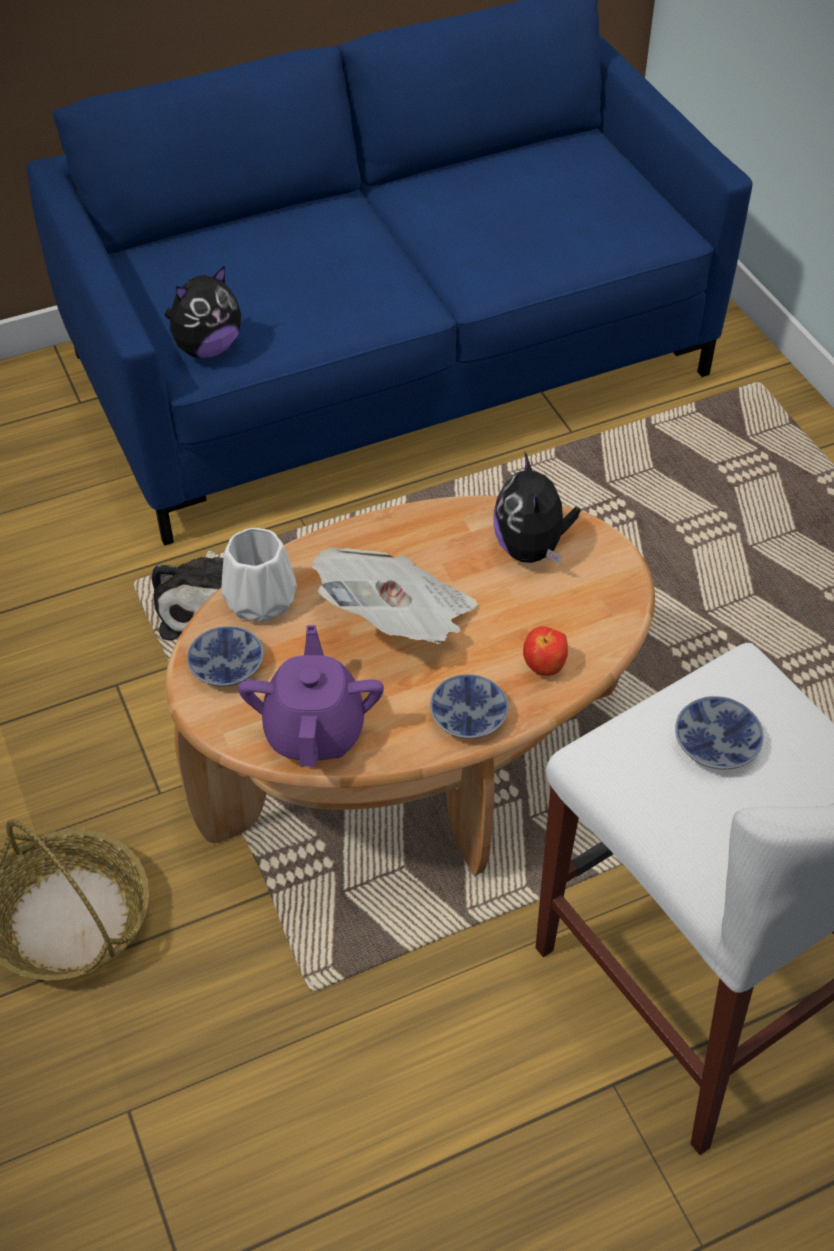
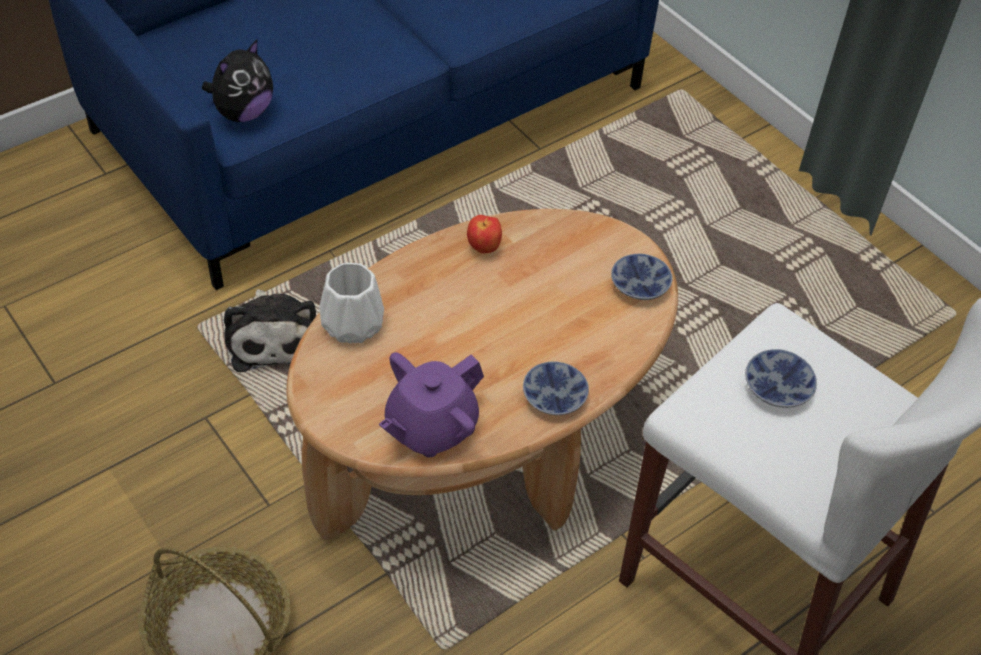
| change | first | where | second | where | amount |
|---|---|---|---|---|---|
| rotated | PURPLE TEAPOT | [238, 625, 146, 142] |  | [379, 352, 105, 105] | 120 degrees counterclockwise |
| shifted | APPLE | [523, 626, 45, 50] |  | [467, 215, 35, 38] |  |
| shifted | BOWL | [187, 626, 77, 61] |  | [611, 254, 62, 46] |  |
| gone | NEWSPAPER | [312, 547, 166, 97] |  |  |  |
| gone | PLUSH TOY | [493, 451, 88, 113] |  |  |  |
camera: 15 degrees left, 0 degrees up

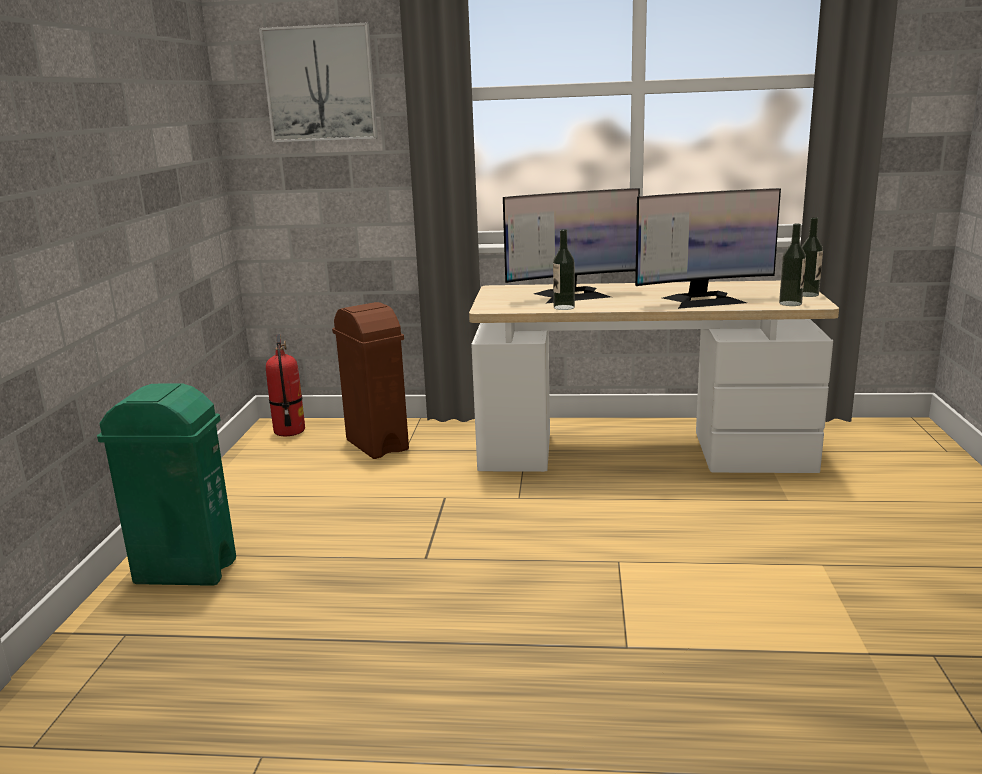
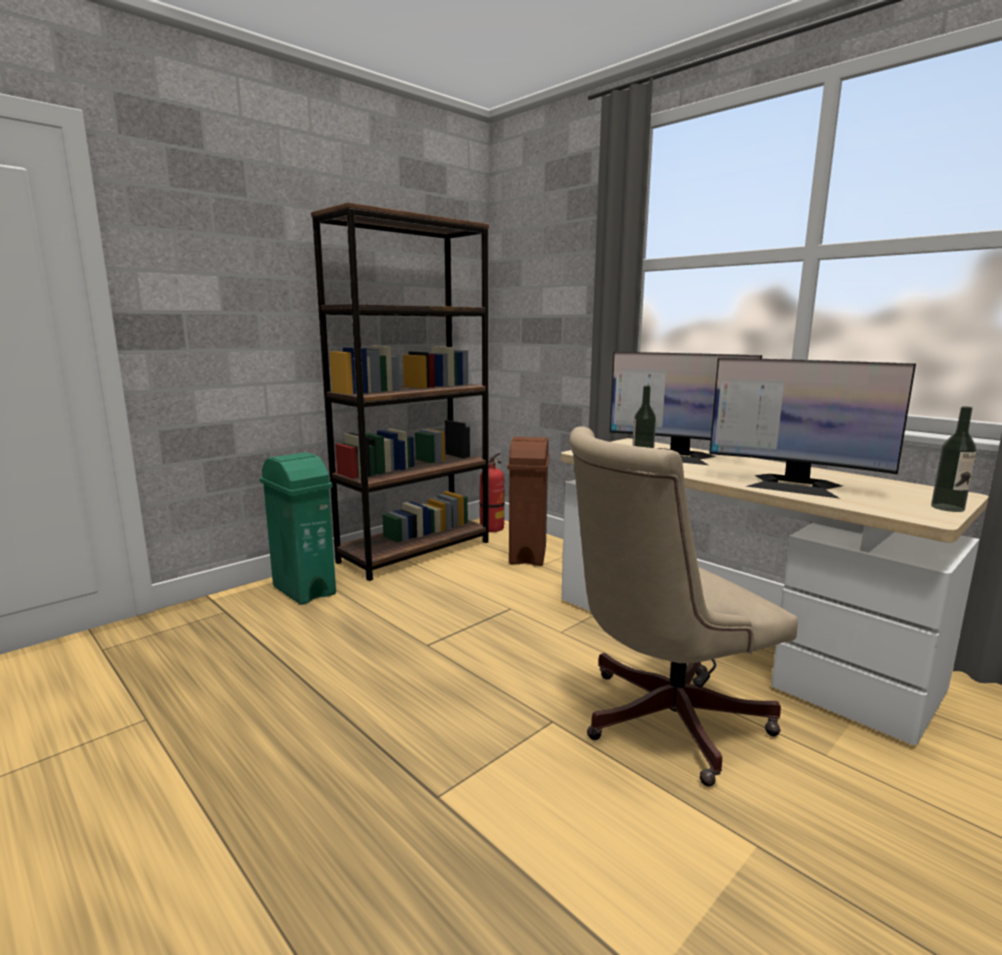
| change | first | where | second | where | amount |
|---|---|---|---|---|---|
| new |  |  | BROWN BOOKCASE | [311, 202, 178, 379] |  |
| new |  |  | BEIGE OFFICE CHAIR | [569, 426, 229, 361] |  |
| gone | PICTURE | [259, 23, 119, 119] |  |  |  |
| gone | BOTTLE | [779, 224, 27, 82] |  |  |  |
camera: 40 degrees right, 5 degrees down

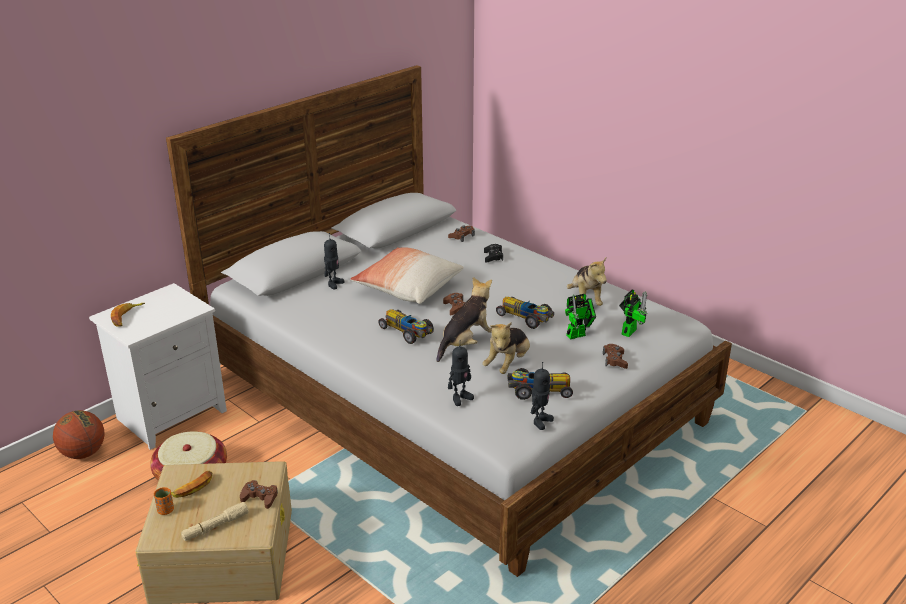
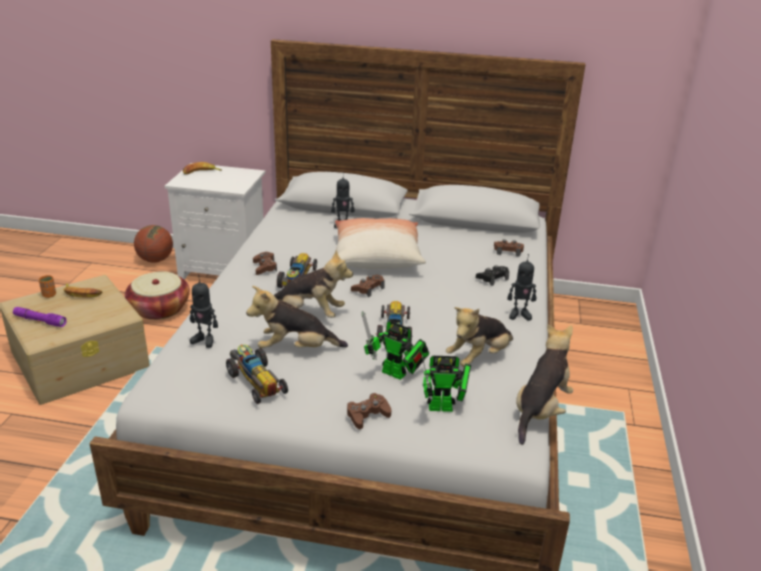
| change | first | where | second | where | amount |
|---|---|---|---|---|---|
| repainted | BEIGE FLASHLIGHT | [181, 502, 67, 39] | PURPLE FLASHLIGHT | [13, 307, 54, 20] |  |
| shifted | BROWN GAME CONTROLLER | [240, 480, 38, 29] |  | [253, 252, 24, 23] |  |
| shifted | TOY ROBOT | [531, 362, 23, 68] |  | [507, 254, 29, 67] |  |
| new |  |  | PLUSH TOY | [516, 324, 57, 121] |  |
camera: 55 degrees right, 0 degrees up

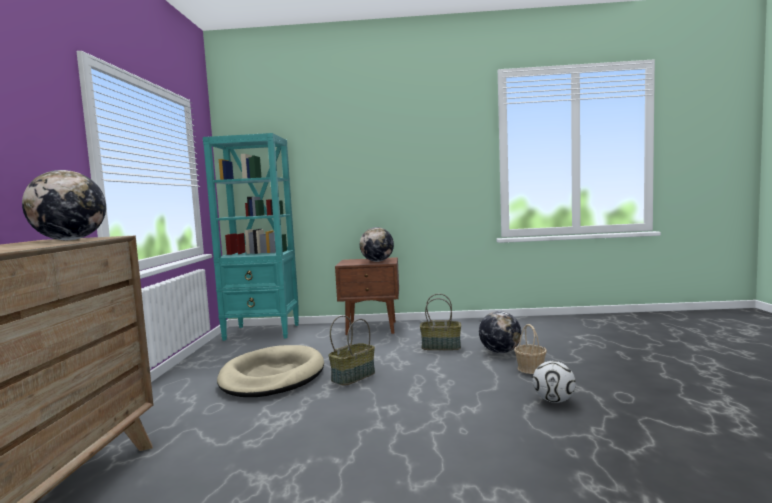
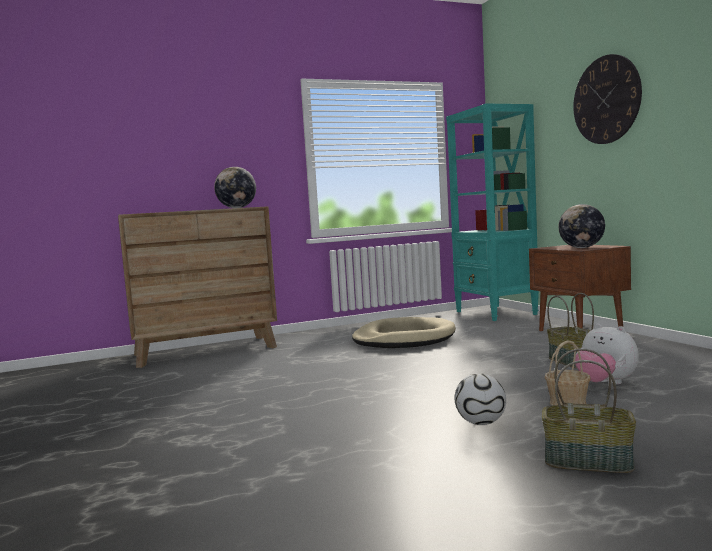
| change | first | where | second | where | amount |
|---|---|---|---|---|---|
| shifted | BASKET | [329, 315, 46, 71] |  | [542, 348, 94, 125] |  |
| new |  |  | WALL CLOCK | [573, 54, 69, 90] |  |
| swapped | GLOBE | [479, 311, 42, 42] | PLUSH TOY | [575, 324, 64, 60] |  |
camera: 65 degrees right, 0 degrees up

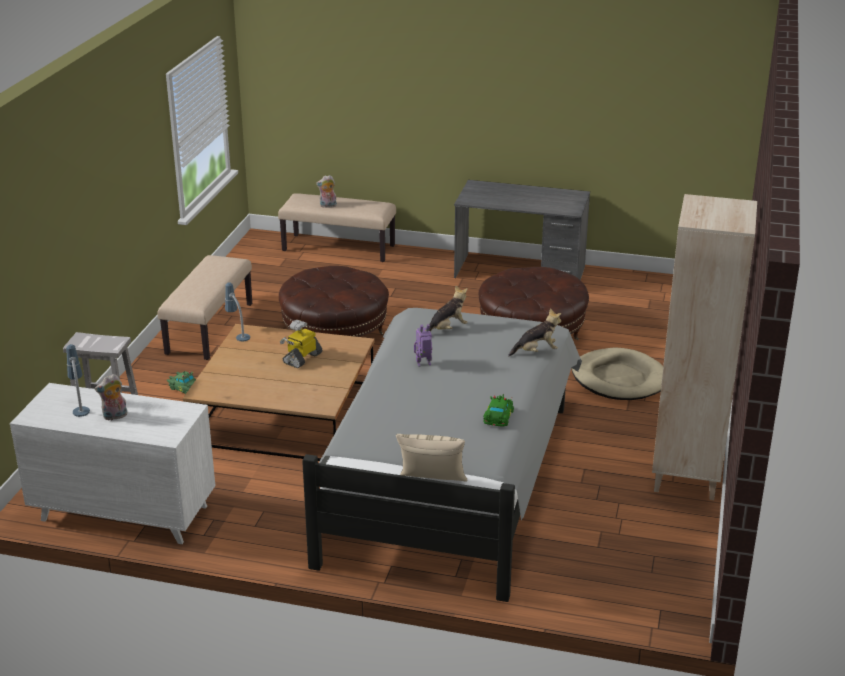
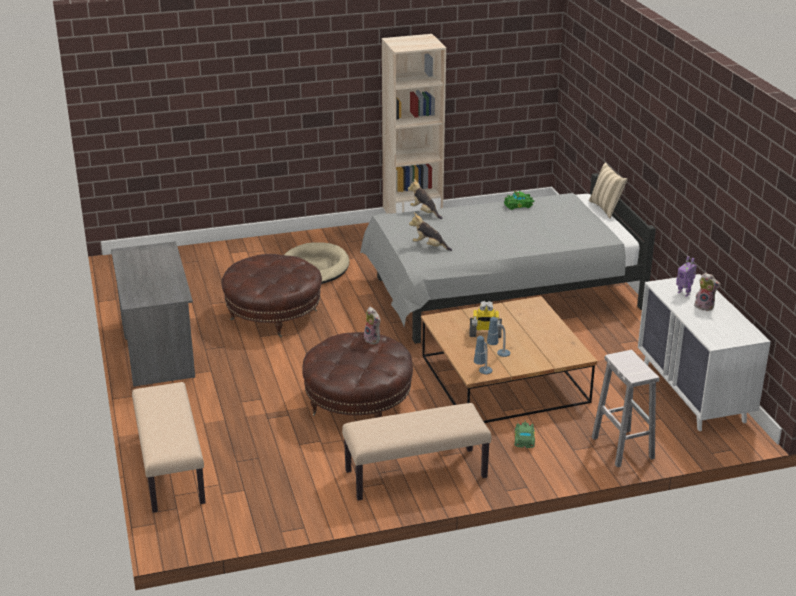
| change | first | where | second | where | amount |
|---|---|---|---|---|---|
| shifted | PLUSH TOY | [316, 175, 21, 33] |  | [364, 307, 17, 38] |  |
| shifted | TABLE LAMP | [66, 344, 24, 73] |  | [487, 317, 23, 40] |  |
| shifted | TOY ROBOT | [414, 324, 18, 42] |  | [676, 256, 21, 41] |  |
camera: 120 degrees left, 0 degrees up

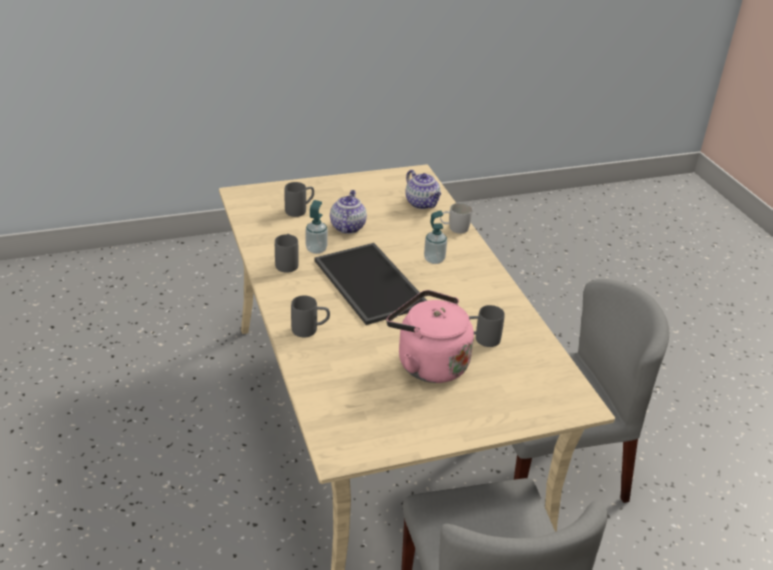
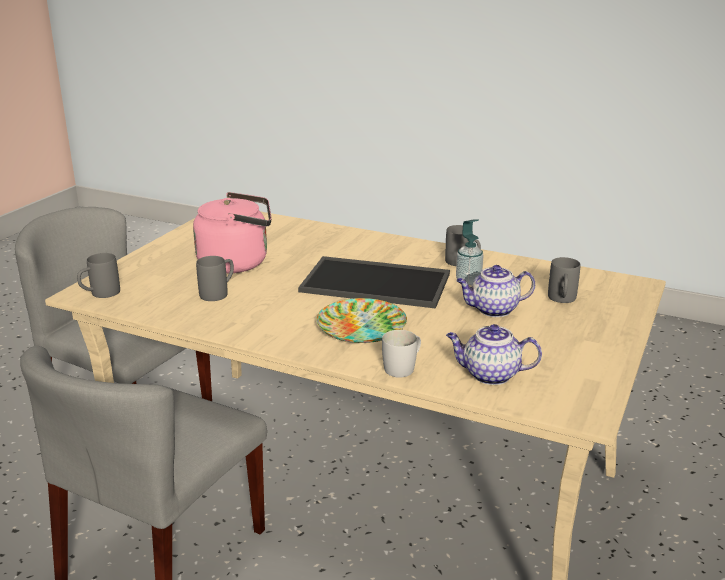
| change | first | where | second | where | amount |
|---|---|---|---|---|---|
| shifted | GREY MUG | [291, 295, 39, 42] |  | [77, 253, 43, 45] |  |
| swapped | SOAP DISPENSER | [424, 210, 23, 54] | PLATE | [316, 298, 91, 45] |  |
| rotated | TEAPOT | [330, 190, 37, 44] |  | [456, 265, 79, 52] | 120 degrees clockwise |
camera: 135 degrees right, 10 degrees down

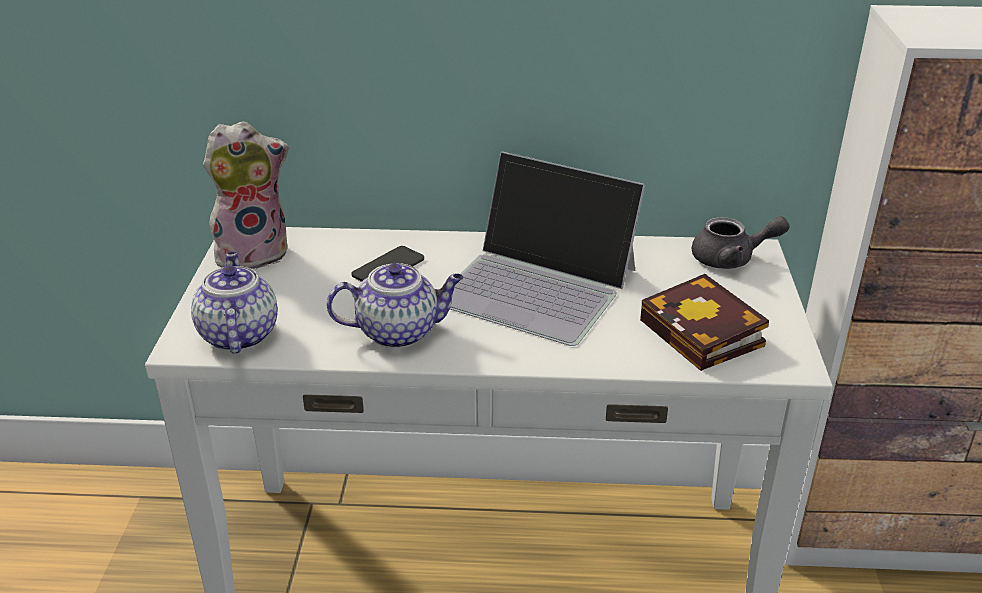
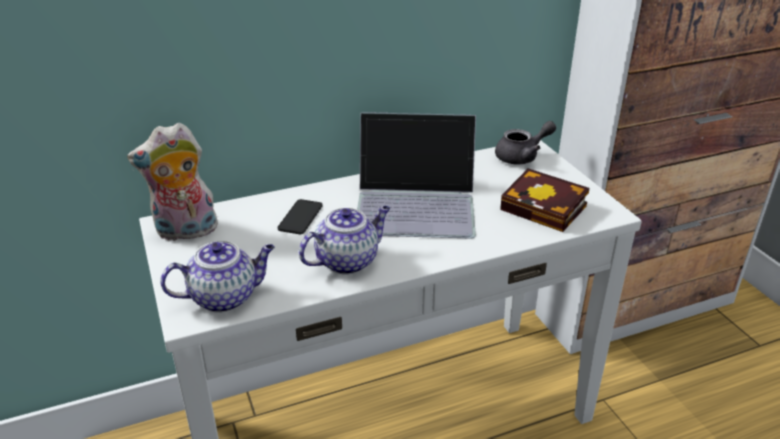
| change | first | where | second | where | amount |
|---|---|---|---|---|---|
| rotated | PLUSH TOY | [203, 121, 86, 148] |  | [127, 122, 91, 119] | 150 degrees counterclockwise |
| rotated | TEAPOT | [191, 252, 87, 101] |  | [160, 241, 115, 71] | 105 degrees clockwise |
camera: 25 degrees left, 0 degrees up

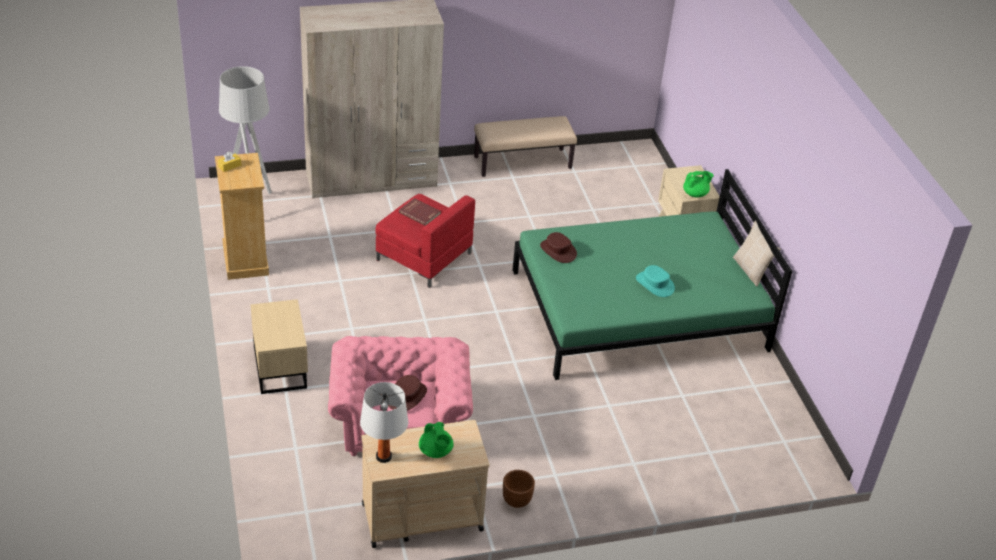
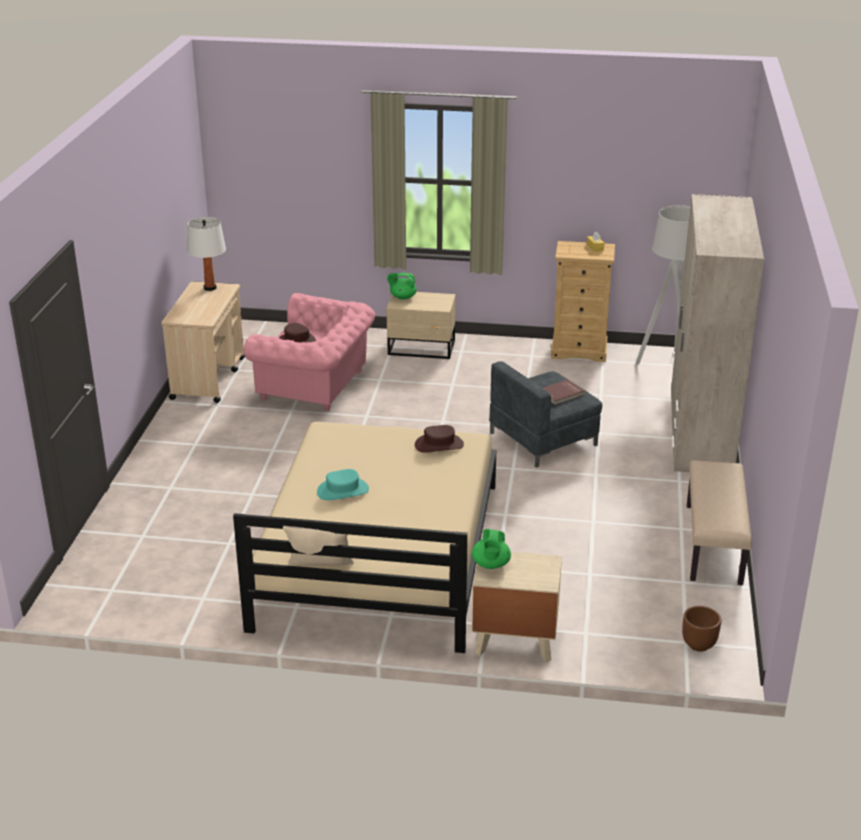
| change | first | where | second | where | amount |
|---|---|---|---|---|---|
| repainted | GREEN BED | [513, 169, 279, 211] | BEIGE BED | [233, 422, 263, 231] |  |
| shifted | GREEN TEAPOT | [419, 422, 35, 36] |  | [387, 273, 30, 27] |  |
| repainted | RED ARMCHAIR | [376, 194, 99, 94] | GREY ARMCHAIR | [489, 361, 113, 107] |  |
| shifted | BROWN PLANTER | [503, 470, 32, 38] |  | [682, 606, 39, 46] |  |
camera: 115 degrees right, 10 degrees down

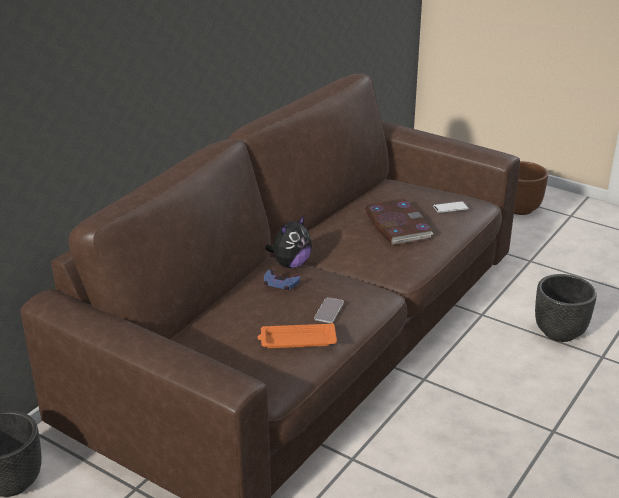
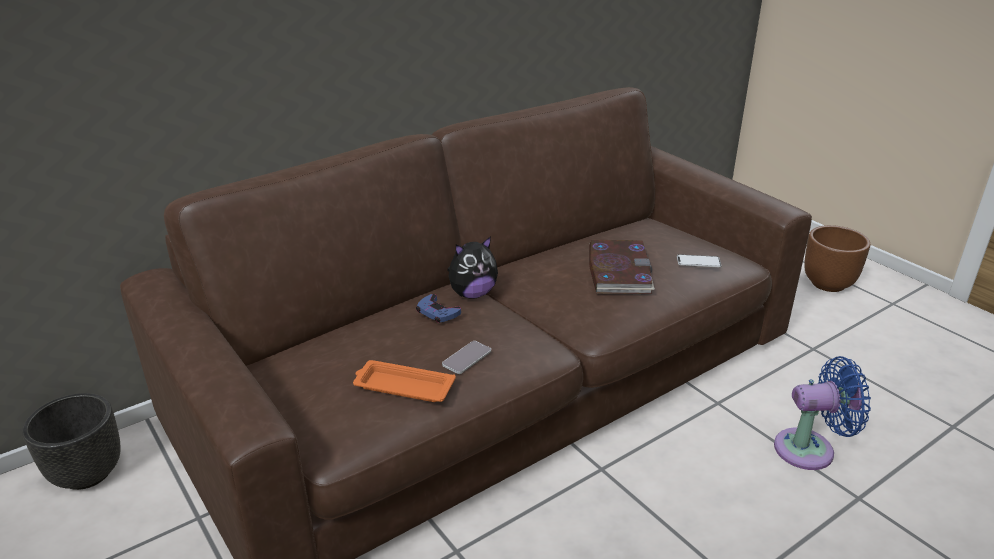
| change | first | where | second | where | amount |
|---|---|---|---|---|---|
| swapped | BLACK PLANTER | [535, 274, 62, 68] | BLUE FAN | [774, 356, 97, 114] |  |
camera: 20 degrees right, 0 degrees up

